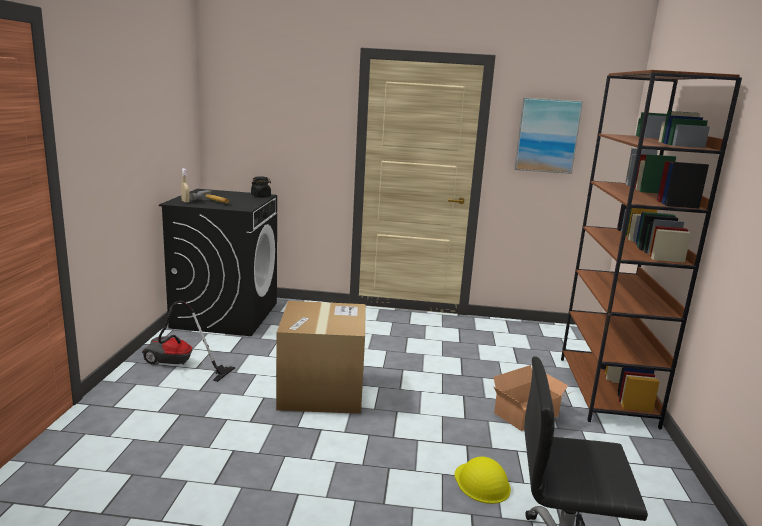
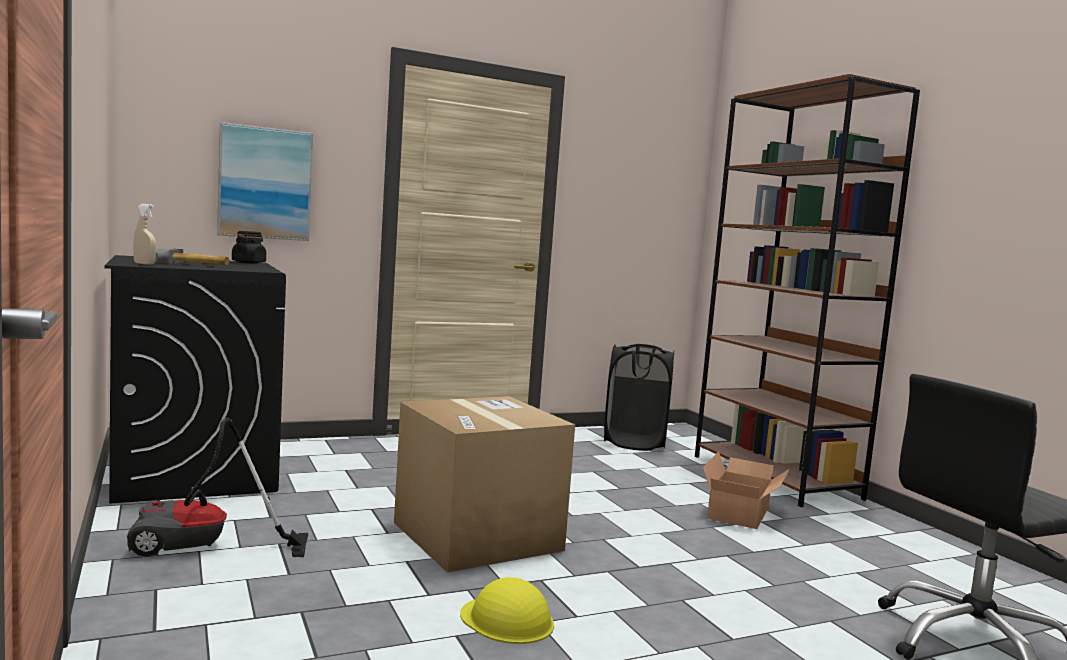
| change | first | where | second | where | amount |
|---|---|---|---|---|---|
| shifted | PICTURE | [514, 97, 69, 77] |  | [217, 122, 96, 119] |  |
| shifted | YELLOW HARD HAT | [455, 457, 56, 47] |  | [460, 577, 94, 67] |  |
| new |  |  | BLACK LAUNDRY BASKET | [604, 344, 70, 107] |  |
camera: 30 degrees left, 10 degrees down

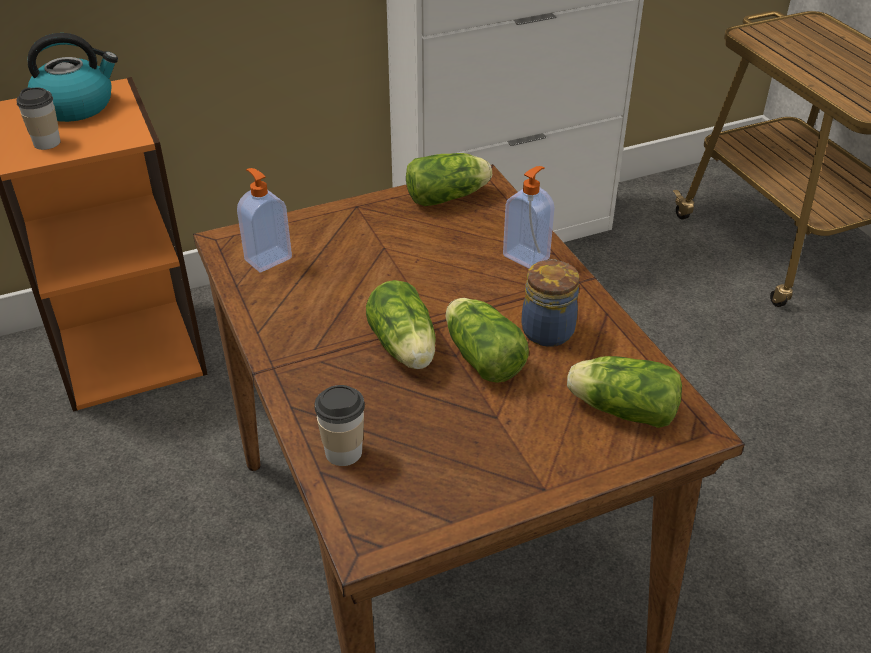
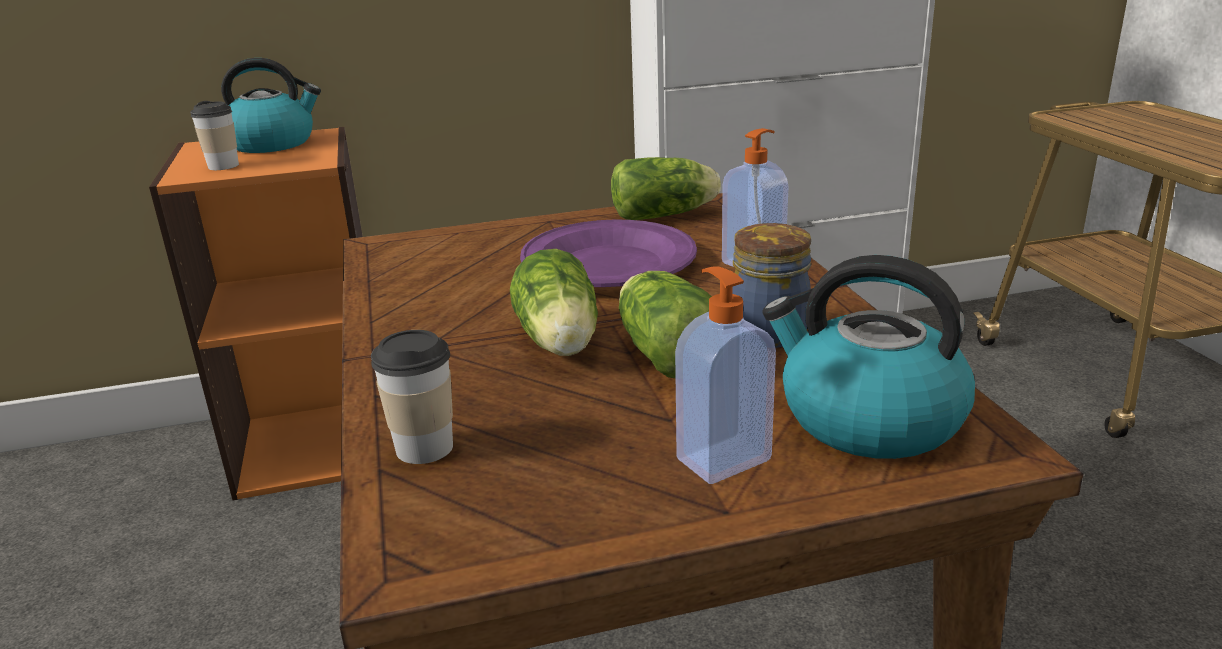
| change | first | where | second | where | amount |
|---|---|---|---|---|---|
| new |  |  | PURPLE PLATE | [520, 219, 177, 68] |  |
| shifted | SOAP DISPENSER | [237, 168, 55, 104] |  | [675, 266, 101, 218] |  |
| swapped | LETTUCE | [567, 356, 115, 72] | KETTLE | [763, 255, 212, 204] |  |
camera: 10 degrees right, 15 degrees down

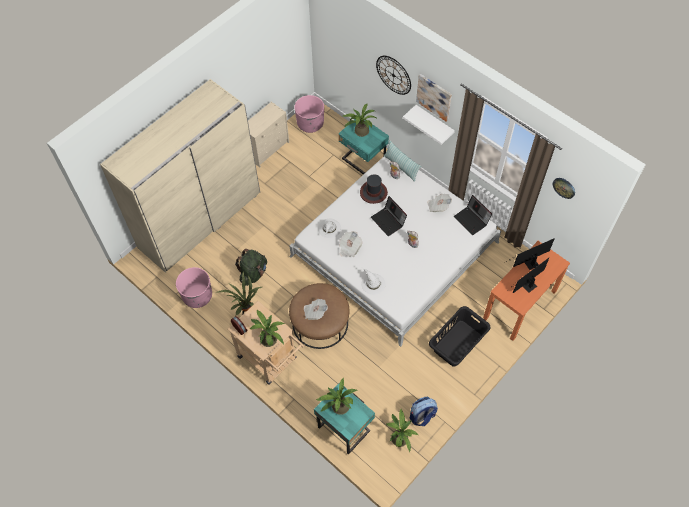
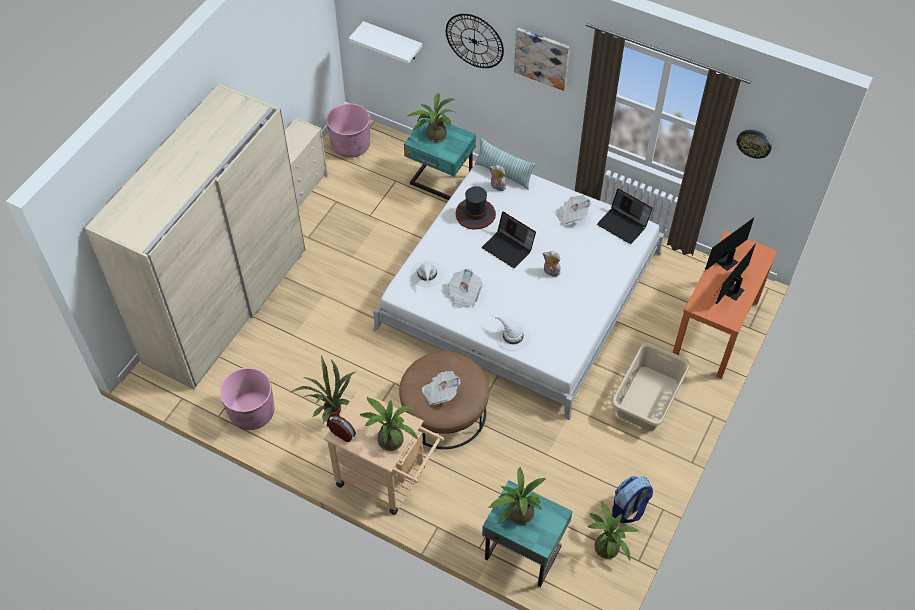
| change | first | where | second | where | amount |
|---|---|---|---|---|---|
| shifted | WHITE SHELF | [403, 105, 52, 40] |  | [349, 21, 73, 43] |  |
| repainted | BLACK LAUNDRY BASKET | [429, 306, 62, 61] | BEIGE LAUNDRY BASKET | [611, 343, 79, 88] |  |
| gone | GREEN BACKPACK | [235, 249, 32, 37] |  |  |  |
camera: 15 degrees left, 5 degrees down

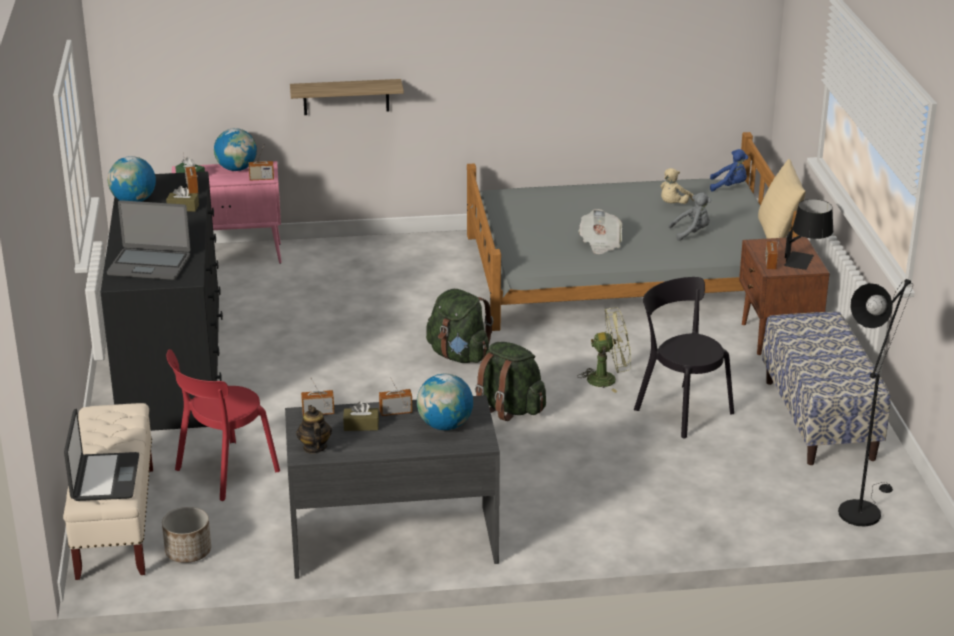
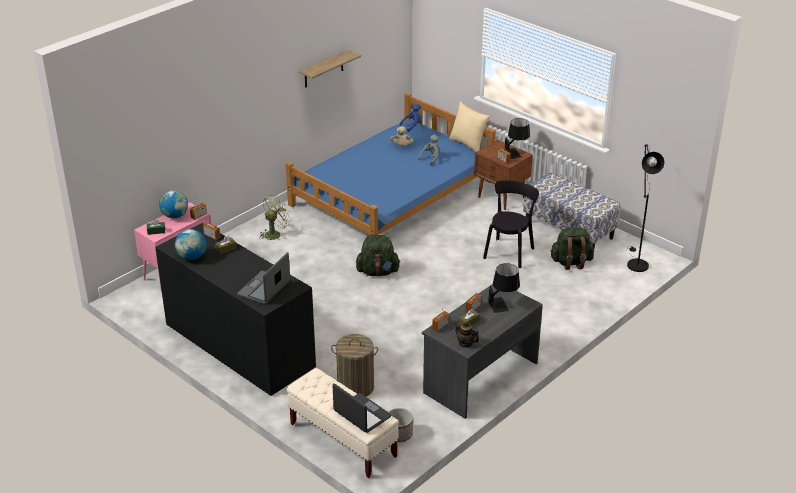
| change | first | where | second | where | amount |
|---|---|---|---|---|---|
| rotated | LAPTOP | [107, 200, 83, 80] |  | [237, 252, 53, 52] | 150 degrees clockwise |
| shifted | GREEN FAN | [577, 307, 54, 86] |  | [259, 194, 33, 46] |  |
| repainted | GREY BED | [467, 132, 332, 199] | BLUE BED | [286, 92, 210, 143] |  |
| shifted | SHELF | [290, 79, 114, 36] |  | [299, 50, 62, 38] |  |
| swapped | RED CHAIR | [167, 349, 113, 152] | LAUNDRY BASKET | [331, 334, 47, 63] |  |
| rotated | BLACK CHAIR | [634, 277, 100, 162] |  | [483, 180, 56, 88] | 105 degrees clockwise |
| swapped | GLOBE | [417, 373, 56, 57] | BLACK TABLE LAMP | [488, 263, 32, 50] |  |
| shifted | GREEN BACKPACK | [475, 342, 71, 79] |  | [550, 227, 44, 43] |  |
| gone | NEWSPAPER | [578, 209, 44, 45] |  |  |  |
camera: 40 degrees left, 5 degrees up

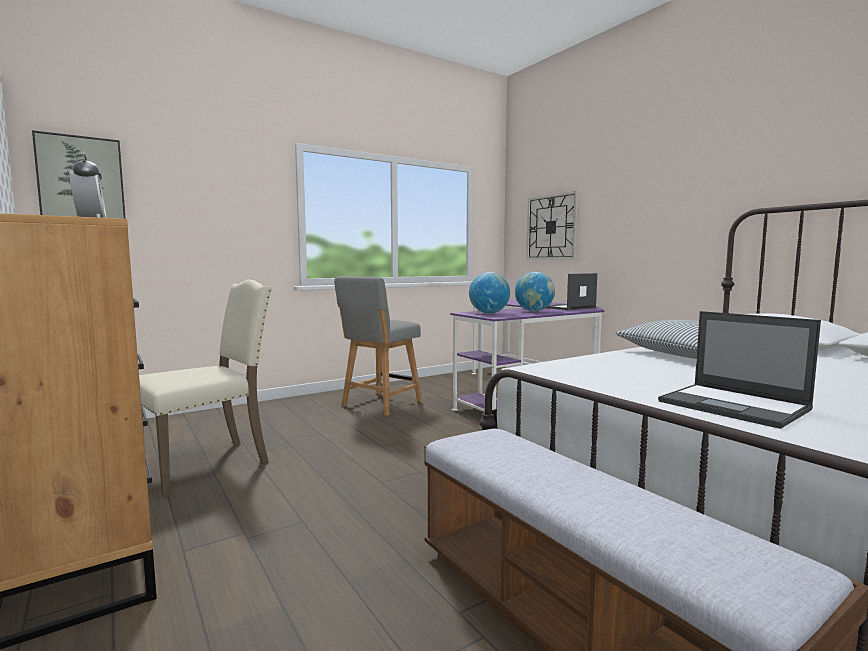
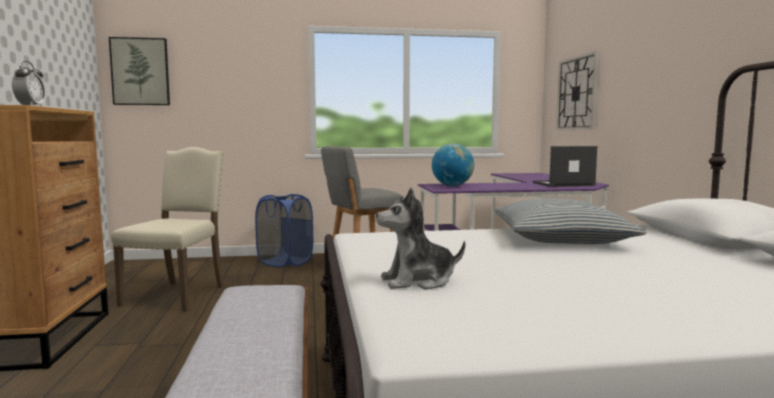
| change | first | where | second | where | amount |
|---|---|---|---|---|---|
| rotated | BEIGE CHAIR | [139, 279, 133, 218] |  | [111, 147, 113, 165] | 60 degrees counterclockwise |
| new |  |  | BLUE LAUNDRY BASKET | [255, 194, 58, 73] |  |
| swapped | LAPTOP | [658, 311, 163, 118] | PLUSH TOY | [376, 187, 89, 103] |  |
| gone | GLOBE | [515, 272, 40, 39] |  |  |  |
camera: 25 degrees right, 0 degrees up

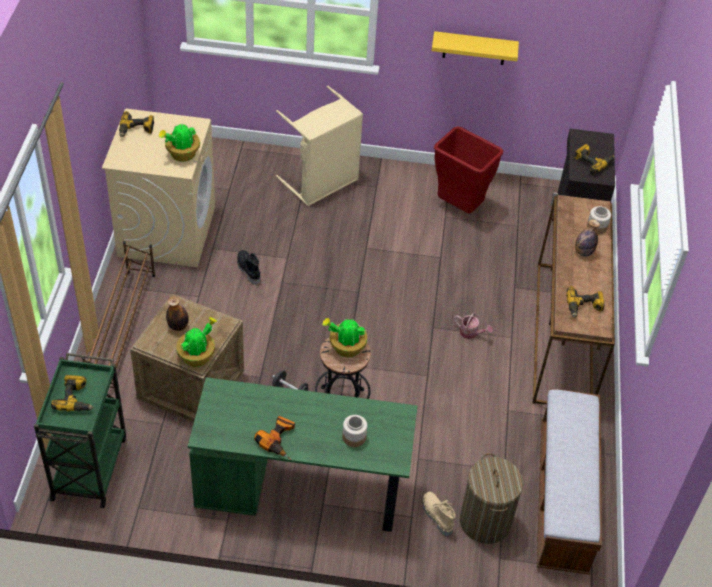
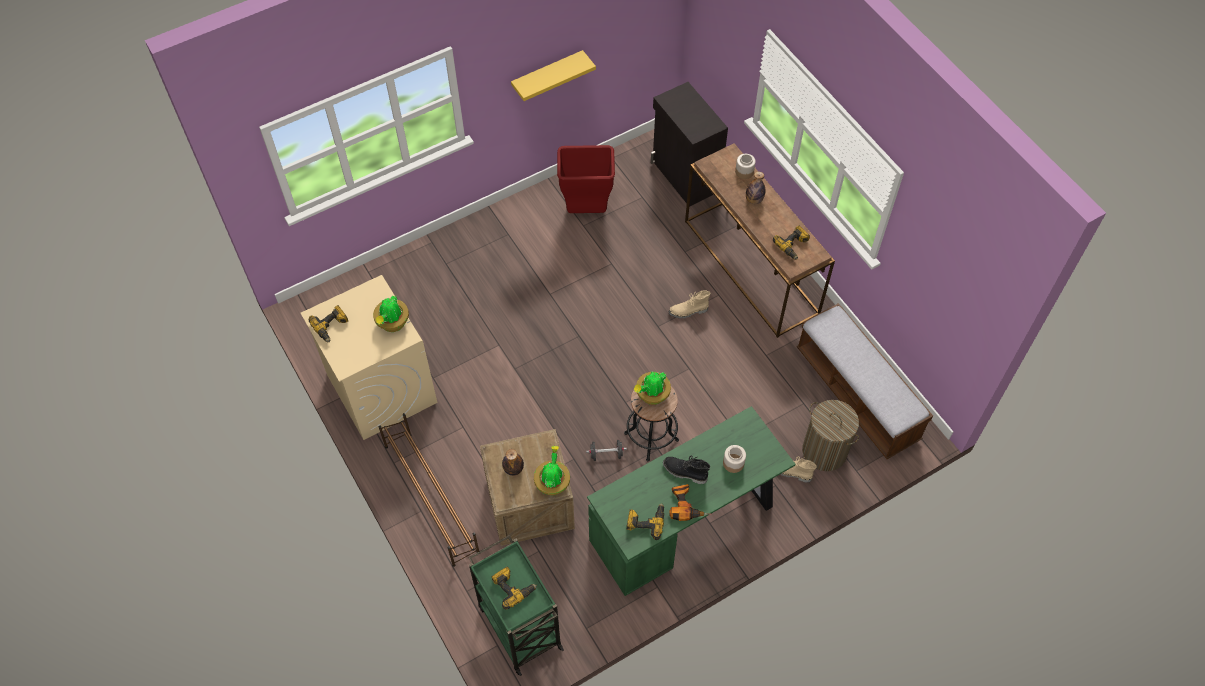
| change | first | where | second | where | amount |
|---|---|---|---|---|---|
| shifted | POWER DRILL | [574, 144, 41, 30] |  | [626, 503, 38, 37] |  |
| shifted | BLACK BOOT | [237, 250, 23, 35] |  | [663, 455, 47, 29] |  |
| swapped | WATERING CAN | [454, 313, 39, 26] | BEIGE BOOT | [669, 290, 42, 29] |  |
| gone | BEIGE LAUNDRY BASKET | [276, 86, 87, 120] |  |  |  |
camera: 35 degrees left, 10 degrees up

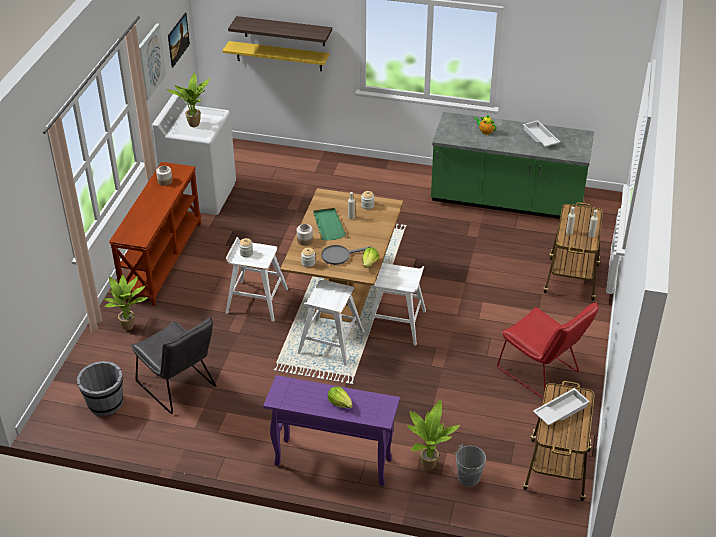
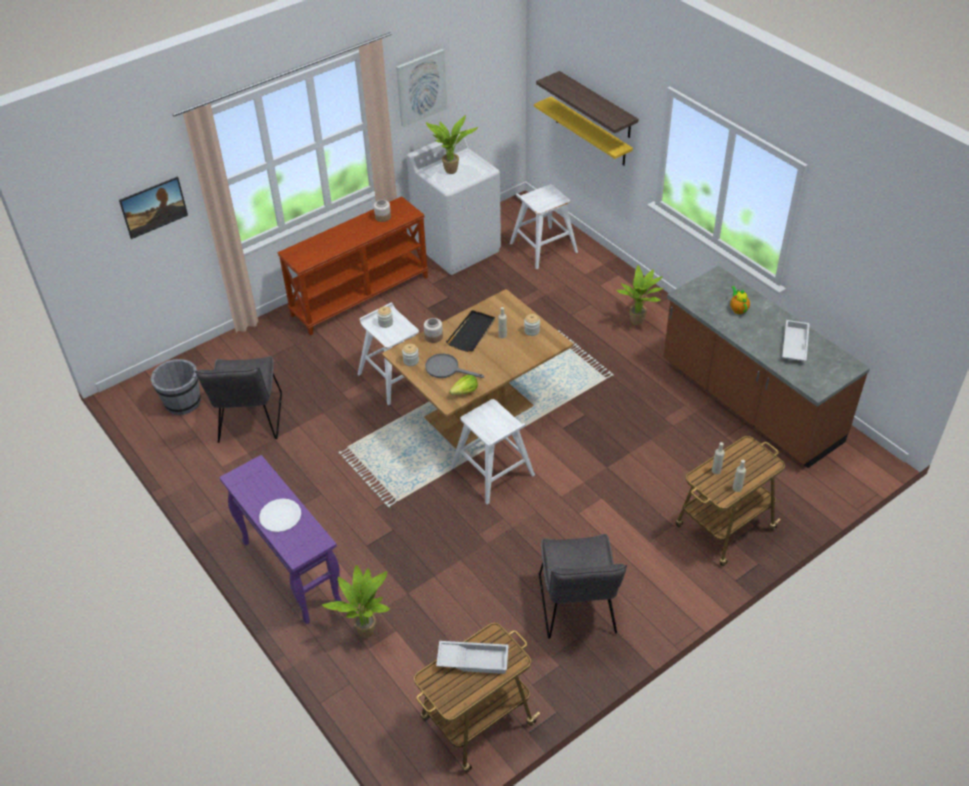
| change | first | where | second | where | amount |
|---|---|---|---|---|---|
| shifted | PICTURE | [168, 13, 22, 55] |  | [119, 176, 69, 63] |  |
| swapped | LETTUCE | [328, 386, 25, 22] | WHITE PLATE | [259, 499, 42, 33] |  |
| repainted | GREEN TRAY | [313, 208, 34, 33] | BLACK TRAY | [446, 310, 49, 42] |  |
| shifted | WHITE STOOL | [297, 280, 67, 86] |  | [510, 184, 68, 85] |  |
| repainted | RED CHAIR | [497, 302, 101, 97] | GREY CHAIR | [539, 534, 88, 105] |  |
| shifted | POTTED PLANT | [104, 275, 44, 55] |  | [616, 265, 47, 60] |  |
| repainted | GREEN COUNTER | [431, 112, 163, 107] | BROWN COUNTER | [663, 266, 207, 202] |  |
| gone | GREY BUCKET | [450, 444, 36, 43] |  |  |  |
camera: 40 degrees right, 5 degrees up

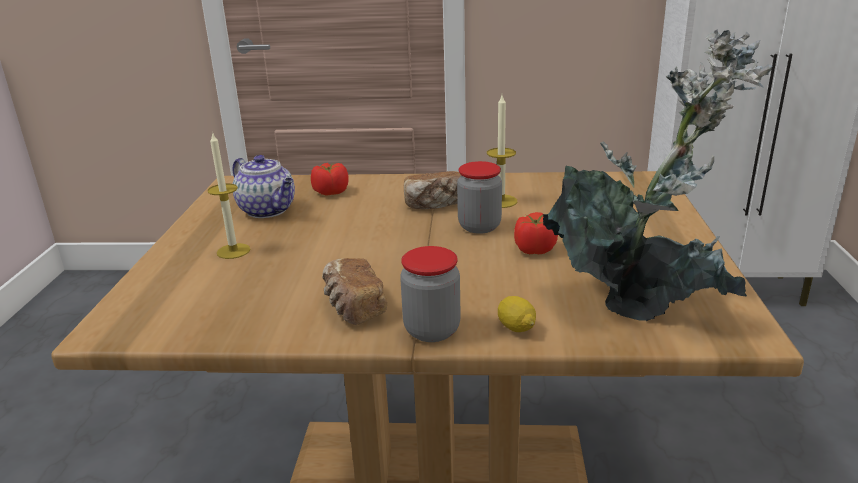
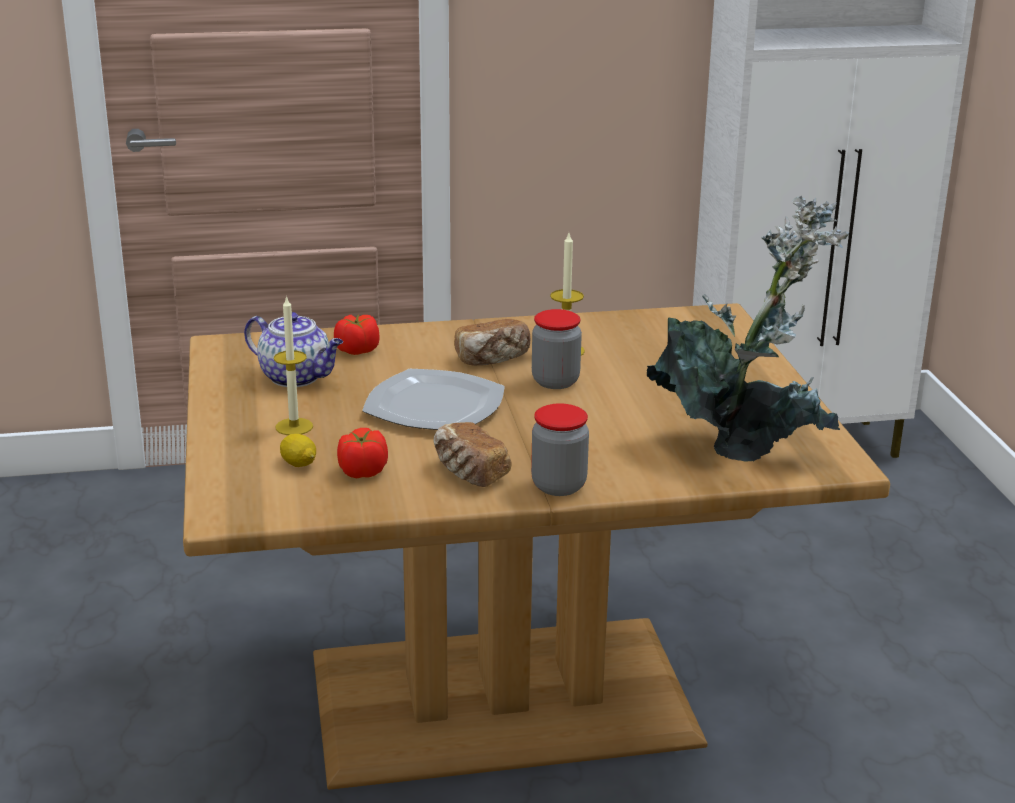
| change | first | where | second | where | amount |
|---|---|---|---|---|---|
| shifted | LEMON | [498, 296, 38, 36] |  | [280, 434, 36, 33] |  |
| shifted | TOMATO | [514, 212, 44, 42] |  | [337, 428, 51, 50] |  |
| new |  |  | PLATE | [362, 369, 143, 61] |  |
camera: 15 degrees left, 0 degrees up

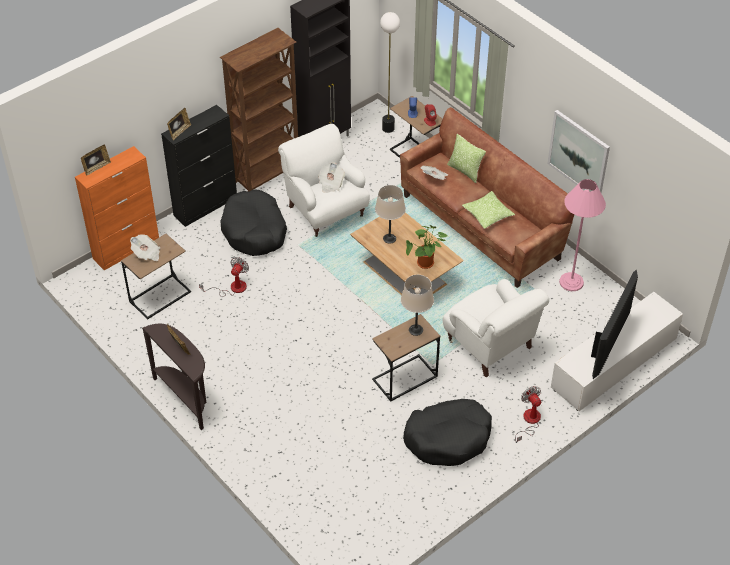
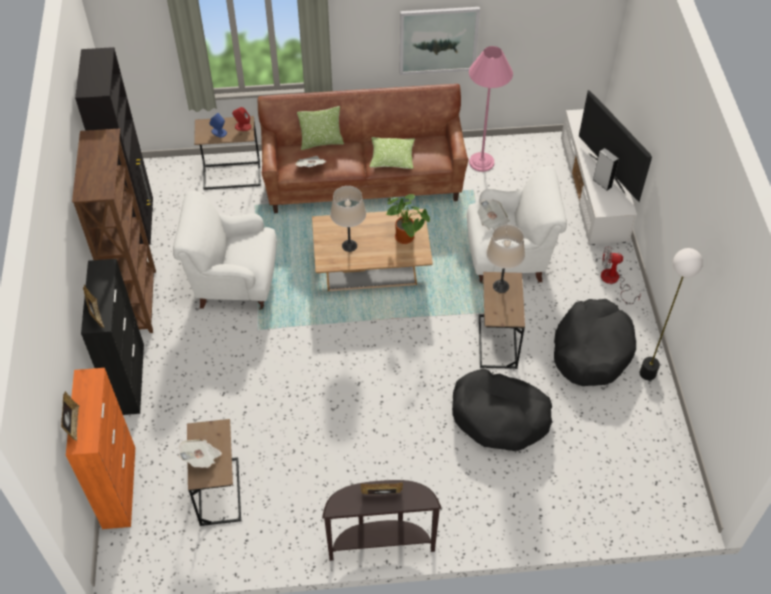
| change | first | where | second | where | amount |
|---|---|---|---|---|---|
| shifted | BLACK DOG BED | [220, 189, 67, 67] |  | [452, 369, 100, 82] |  |
| shifted | NEWSPAPER | [318, 163, 27, 30] |  | [478, 200, 32, 30] |  |
| shifted | FLOOR LAMP | [380, 12, 20, 121] |  | [640, 248, 63, 132] |  |
| gone | FAN | [199, 257, 50, 40] |  |  |  |
camera: 55 degrees left, 5 degrees up

